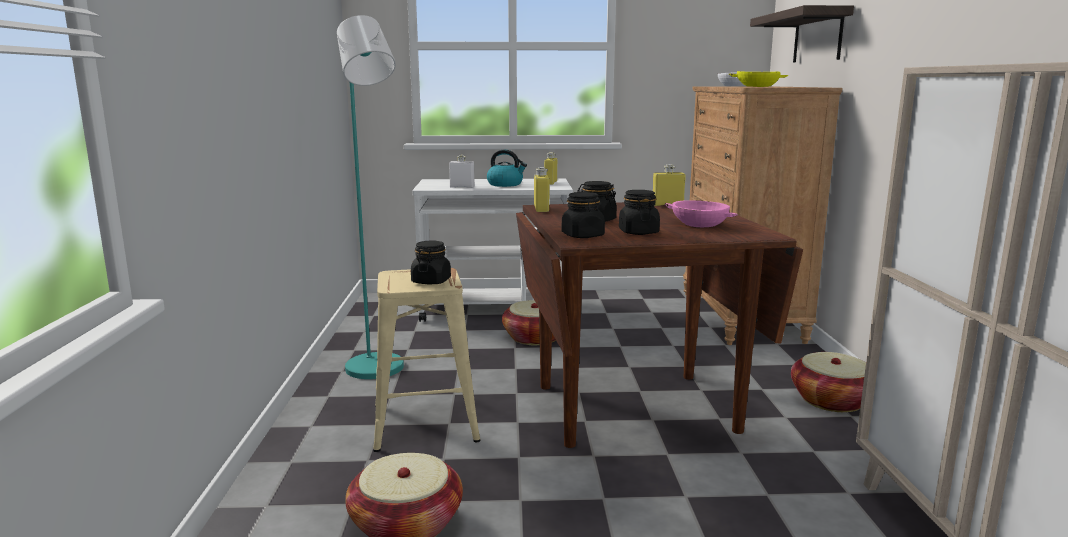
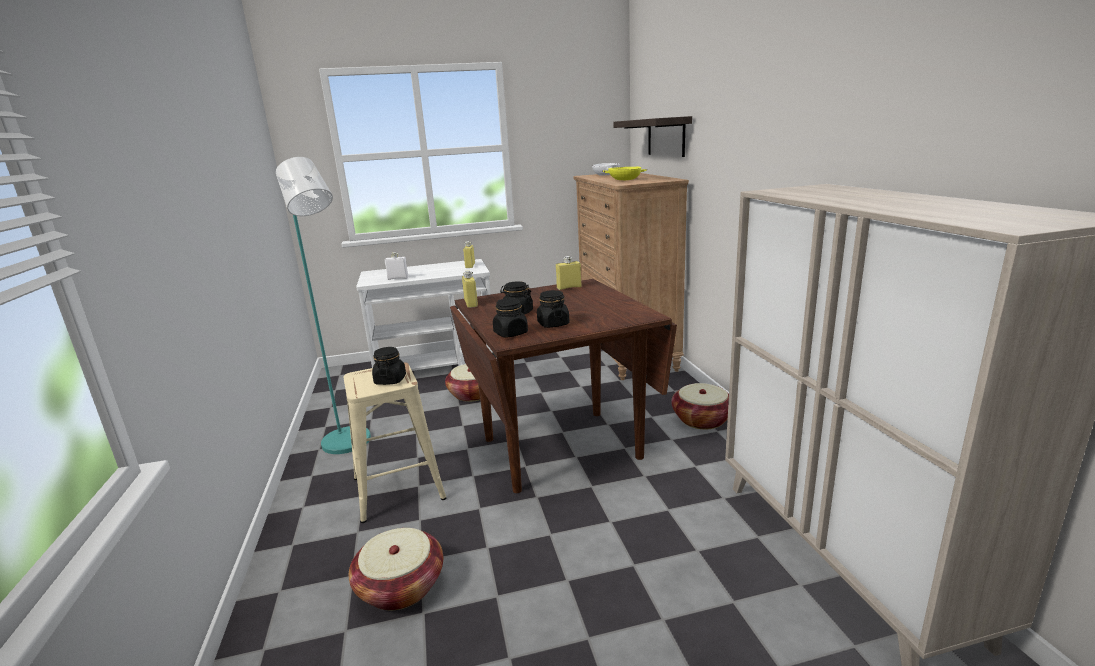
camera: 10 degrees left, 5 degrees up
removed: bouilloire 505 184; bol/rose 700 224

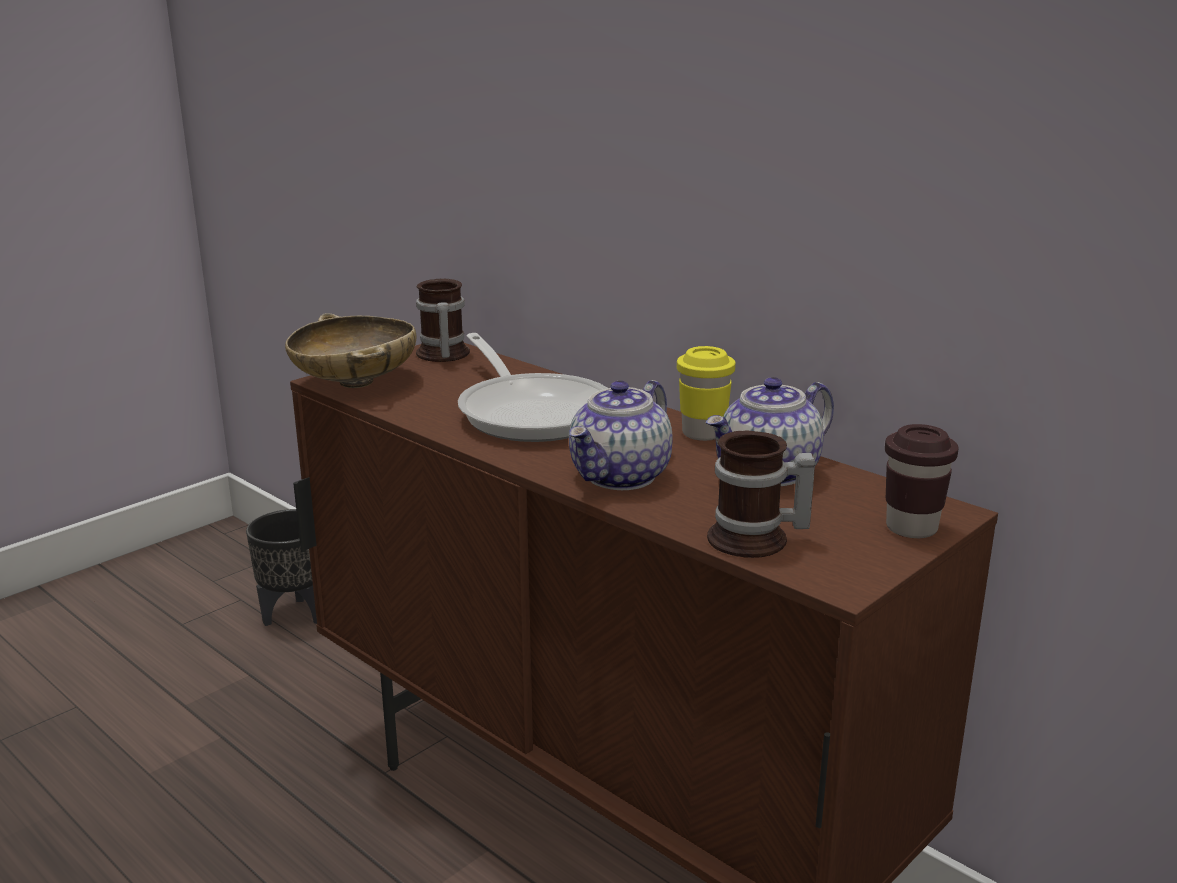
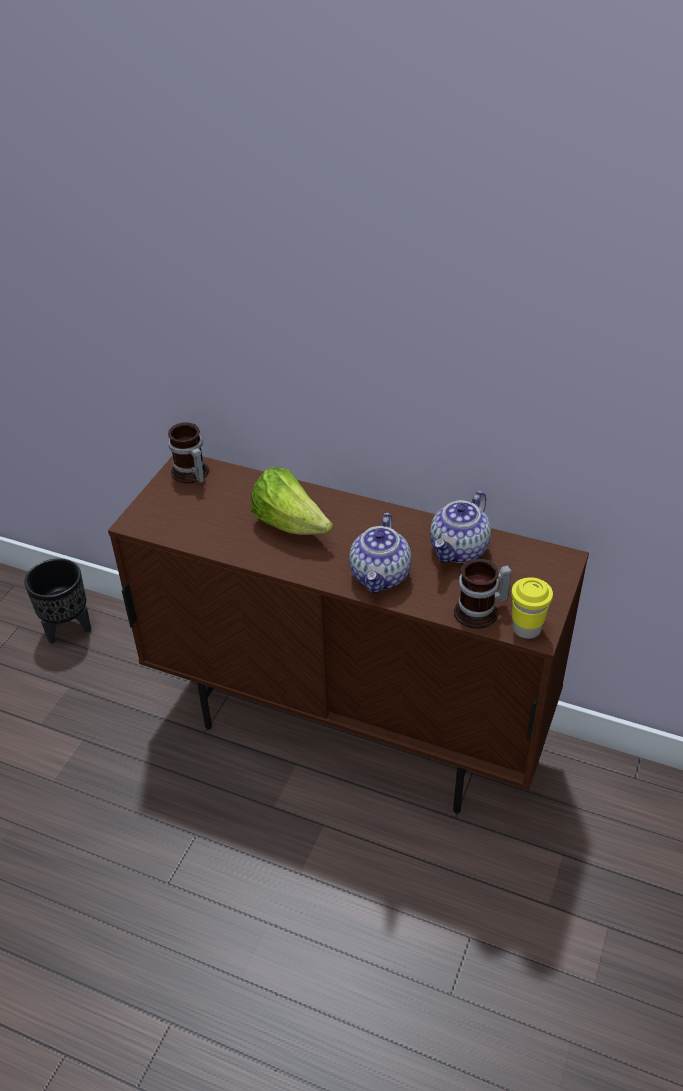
camera: 20 degrees left, 20 degrees up
removed: bol/beige 355 383; tasse/marron 911 528
moved: tasse/jaune 703 433 to 526 629
replaced: poêle 531 412 to laitue 290 524

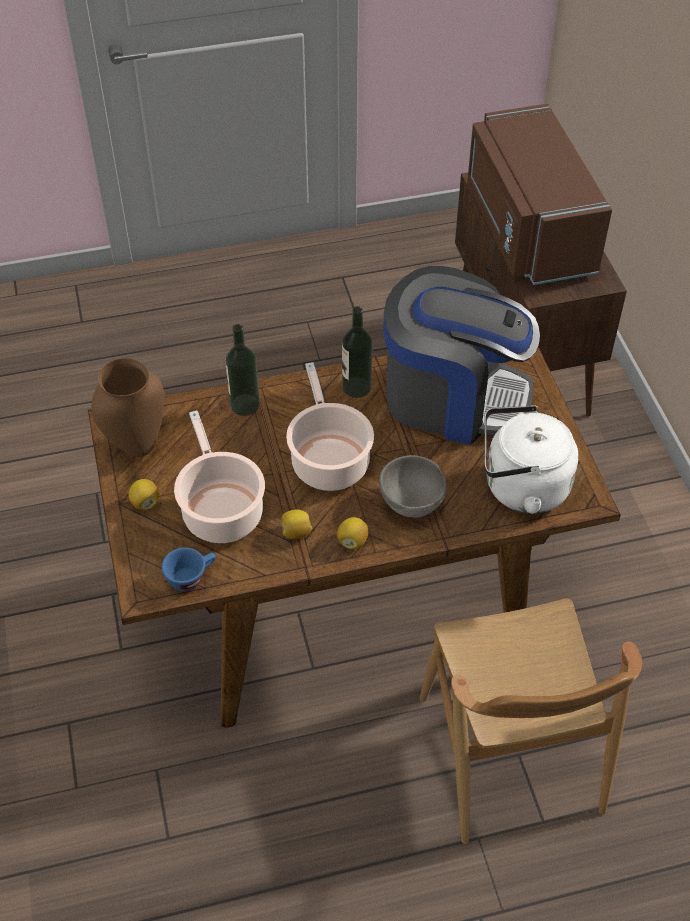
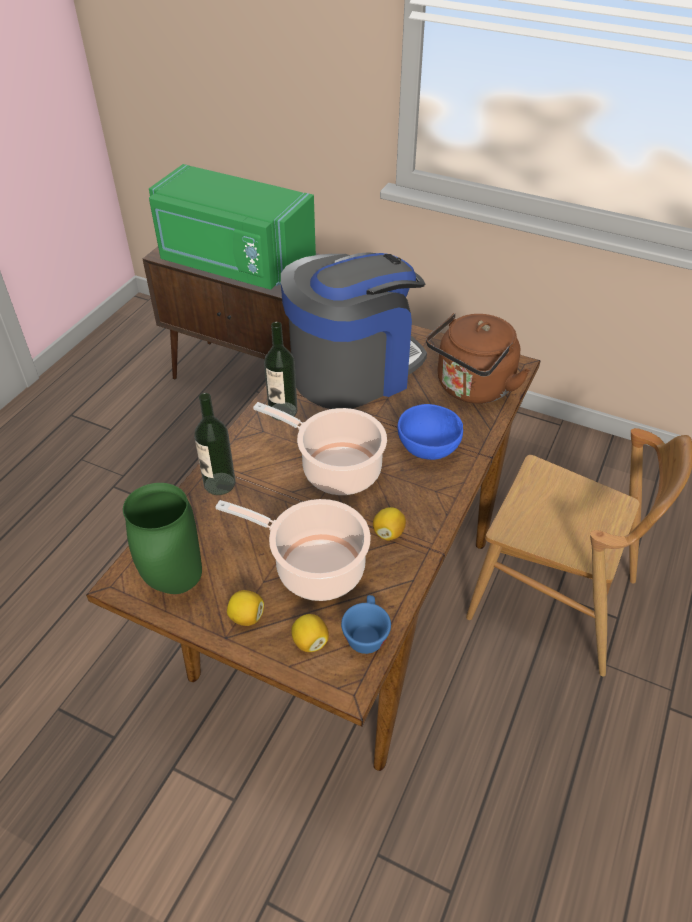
camera: 50 degrees left, 5 degrees down
moved: citron 352 541 to 310 642
recoloured: vase/marron 137 448 to vase/vert 177 584; bol/gris 411 503 to bol/bleu 428 450; micro-ondes/marron 526 230 to micro-ondes/vert 234 263; bouilloire/blanc 520 487 to bouilloire/marron 471 388

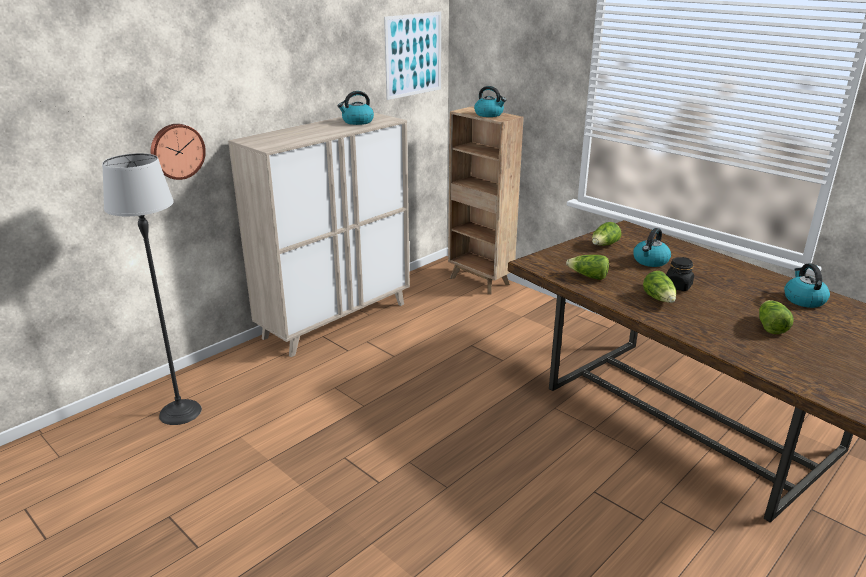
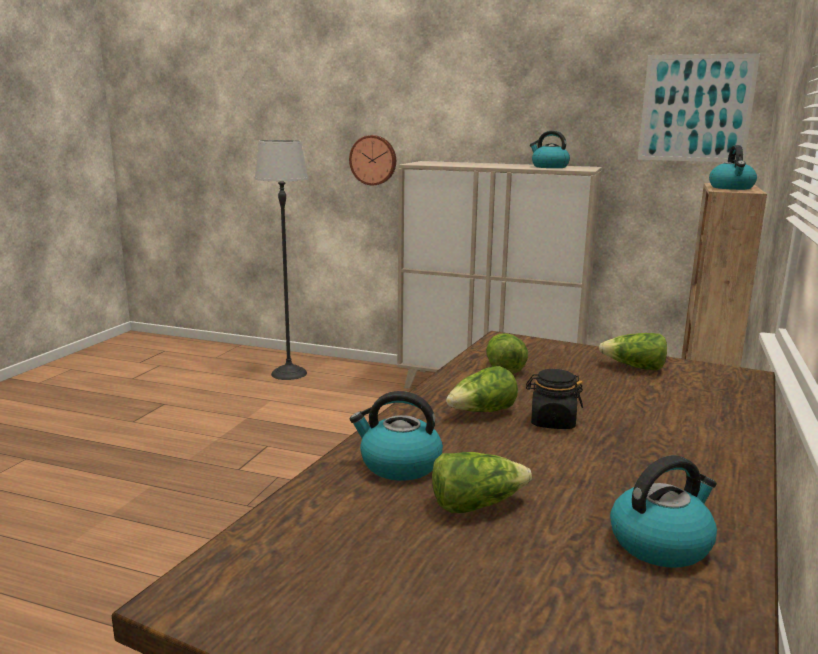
camera: 65 degrees right, 10 degrees down
moved: bouilloire 650 261 to 399 465

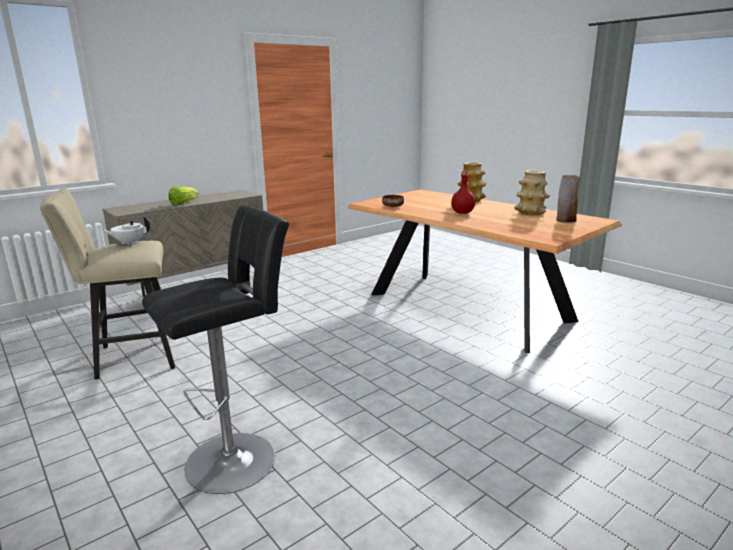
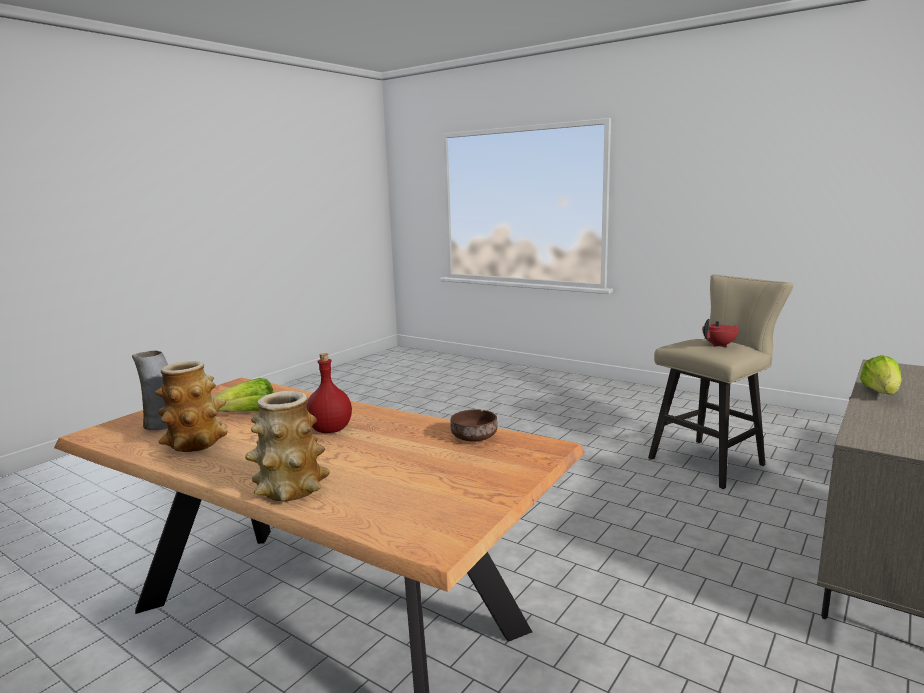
camera: 165 degrees right, 5 degrees down
removed: tabouret/noir 237 458
added: laitue 249 413
recoloured: théière/blanc 129 243 to théière/rouge 719 345

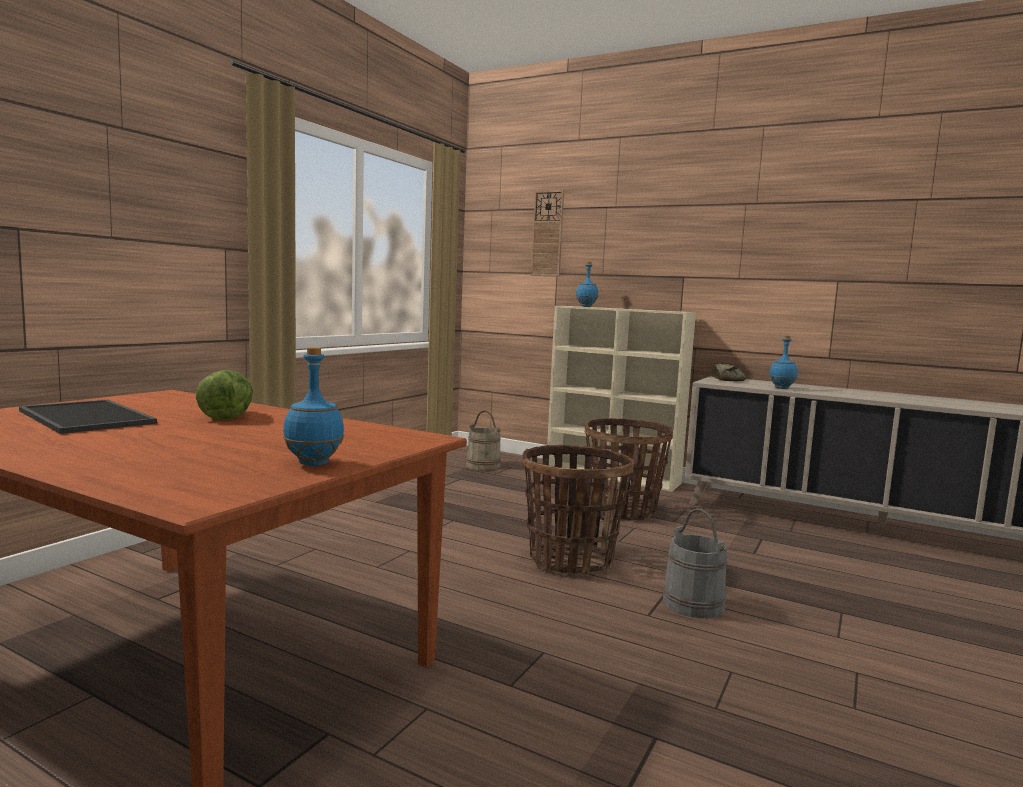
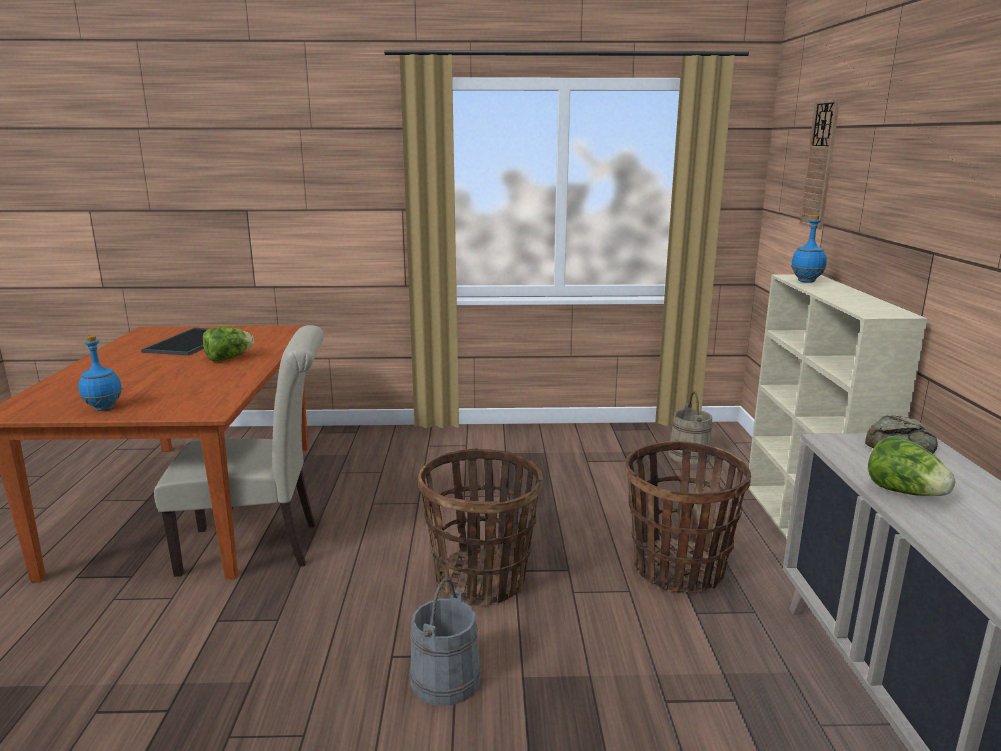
camera: 60 degrees right, 10 degrees up
added: chaise/beige 259 547
replaced: bouteille/bleu 781 388 to laitue 904 492

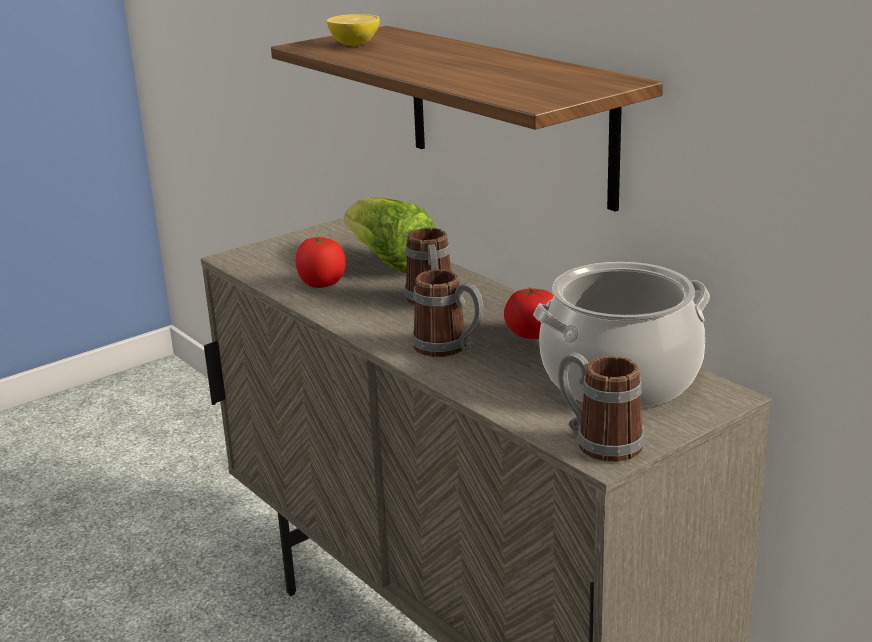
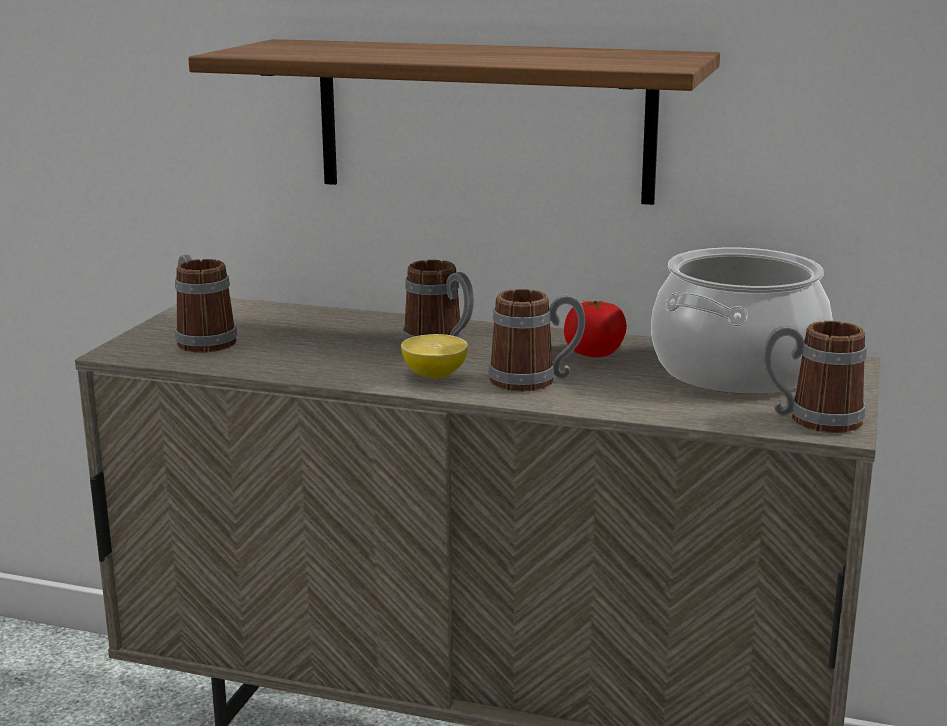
camera: 35 degrees left, 5 degrees down
removed: tomate 321 284; laitue 389 262
added: mug 201 340
moved: citron 354 44 to 435 375

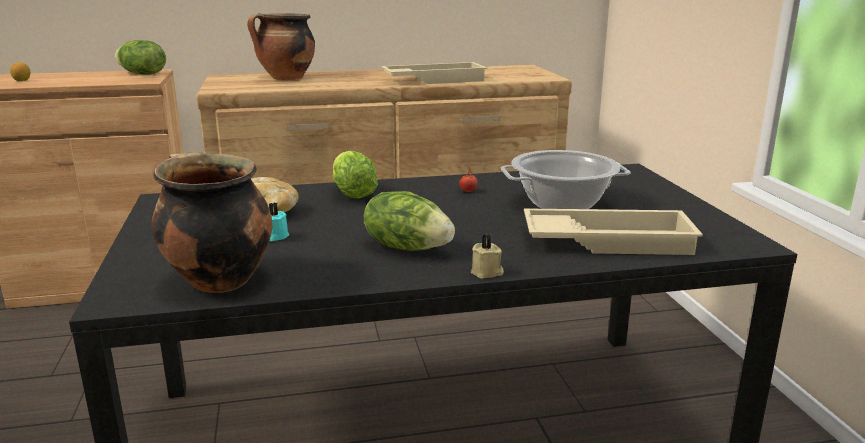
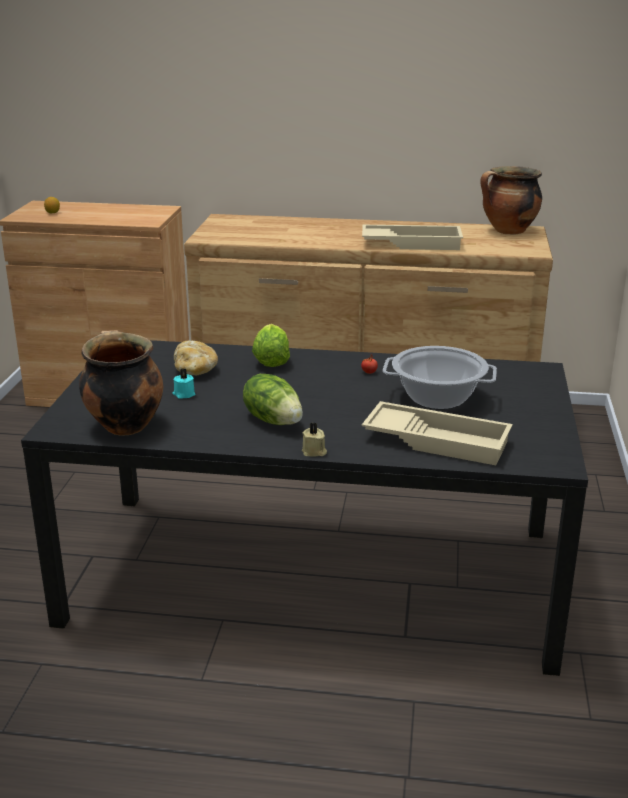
camera: 20 degrees right, 5 degrees up
removed: laitue 142 74
moved: marmite 286 79 to 508 231

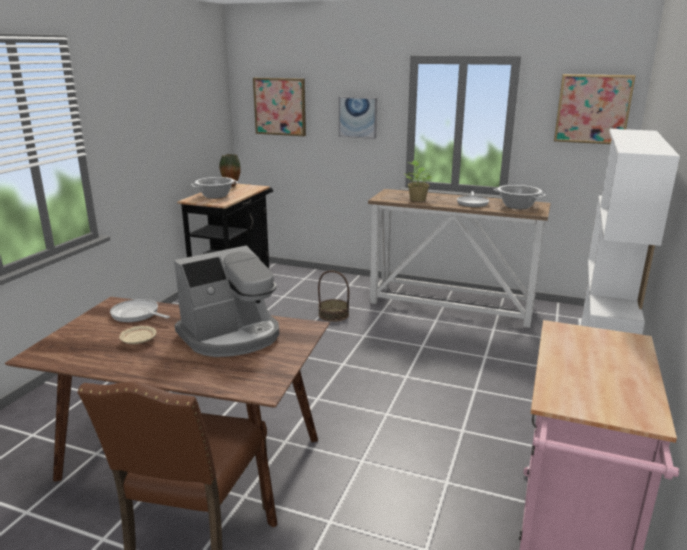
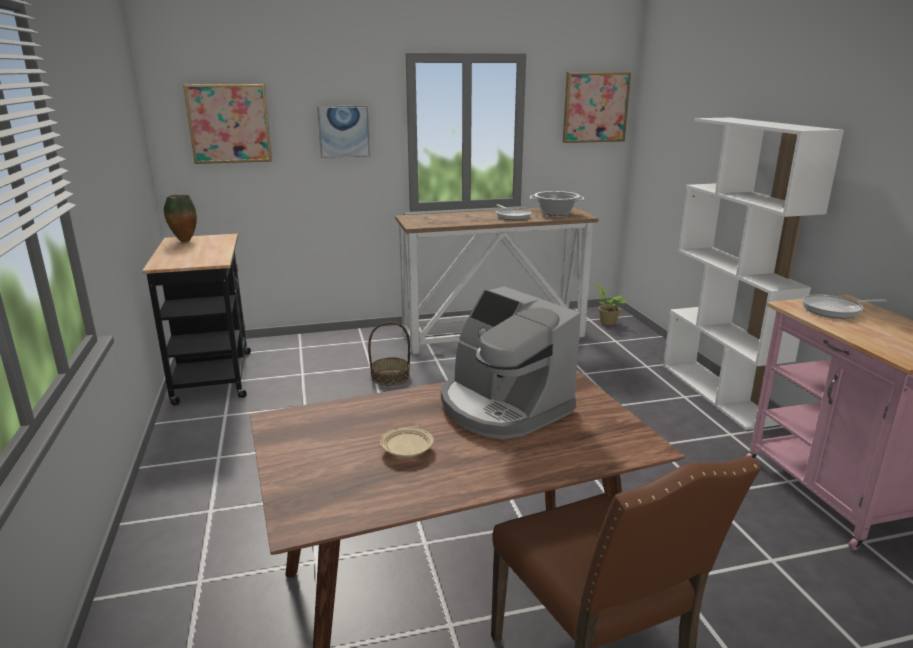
camera: 35 degrees left, 0 degrees up
removed: marmite 215 196
moved: poêle 137 314 to 835 310; plante en pot 417 199 to 606 322
turned: machine à café 231 336 = 502 407 120 degrees clockwise

